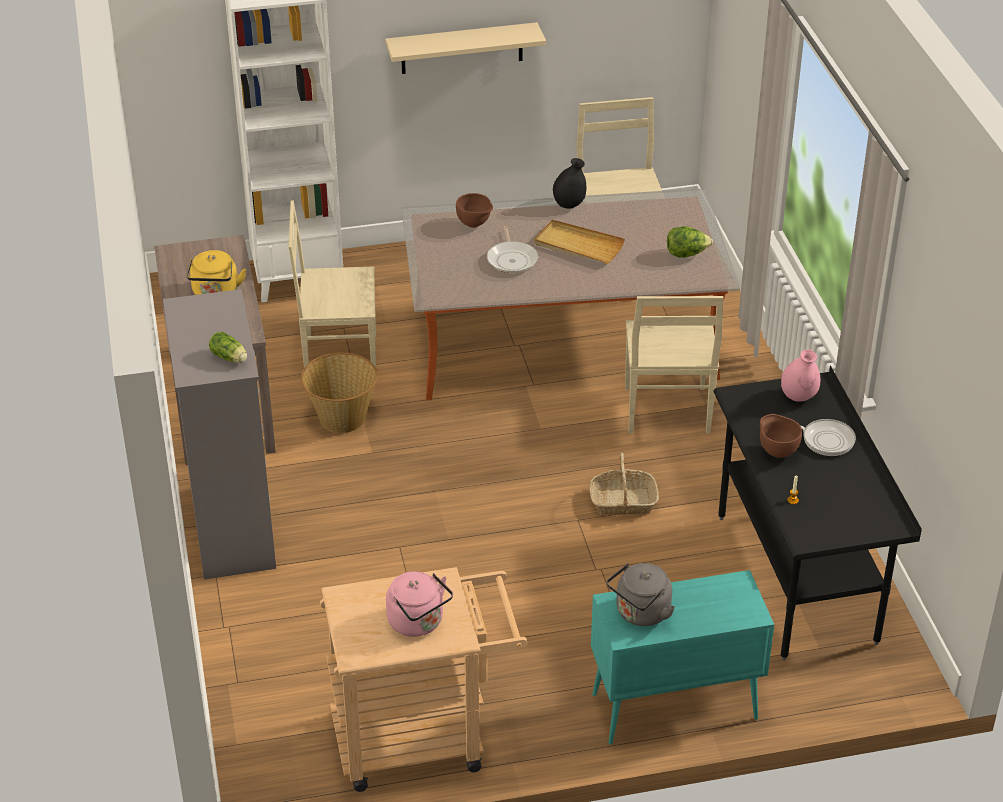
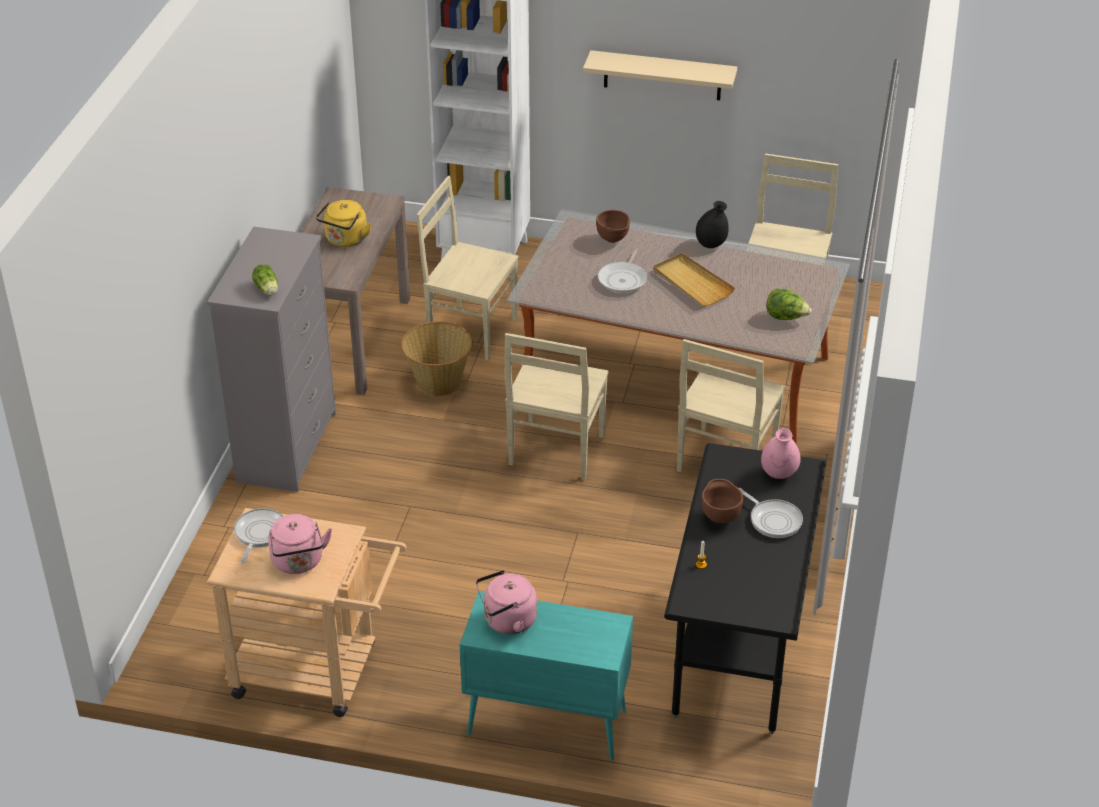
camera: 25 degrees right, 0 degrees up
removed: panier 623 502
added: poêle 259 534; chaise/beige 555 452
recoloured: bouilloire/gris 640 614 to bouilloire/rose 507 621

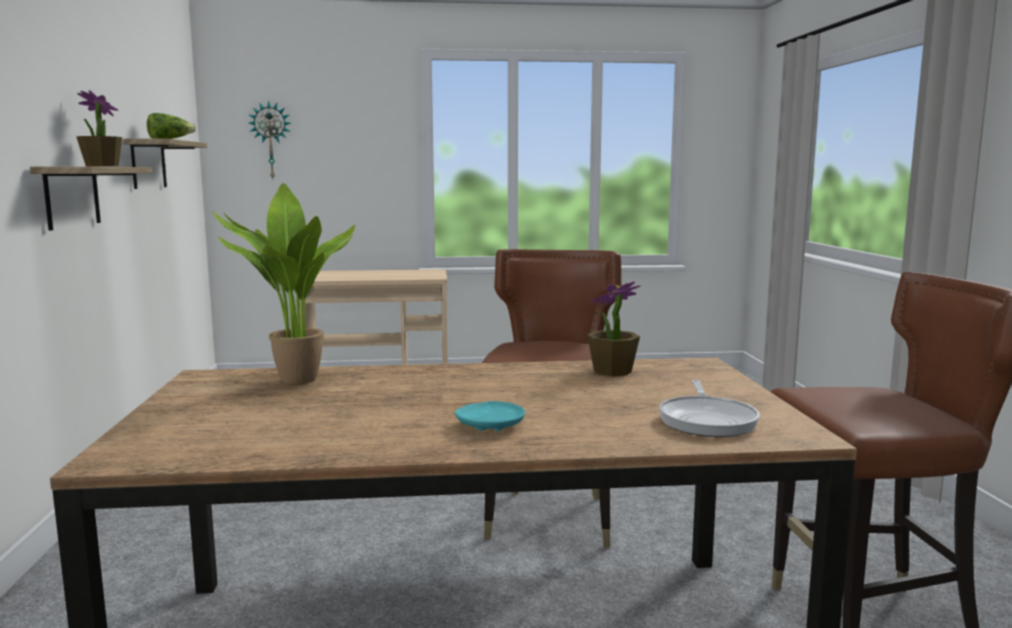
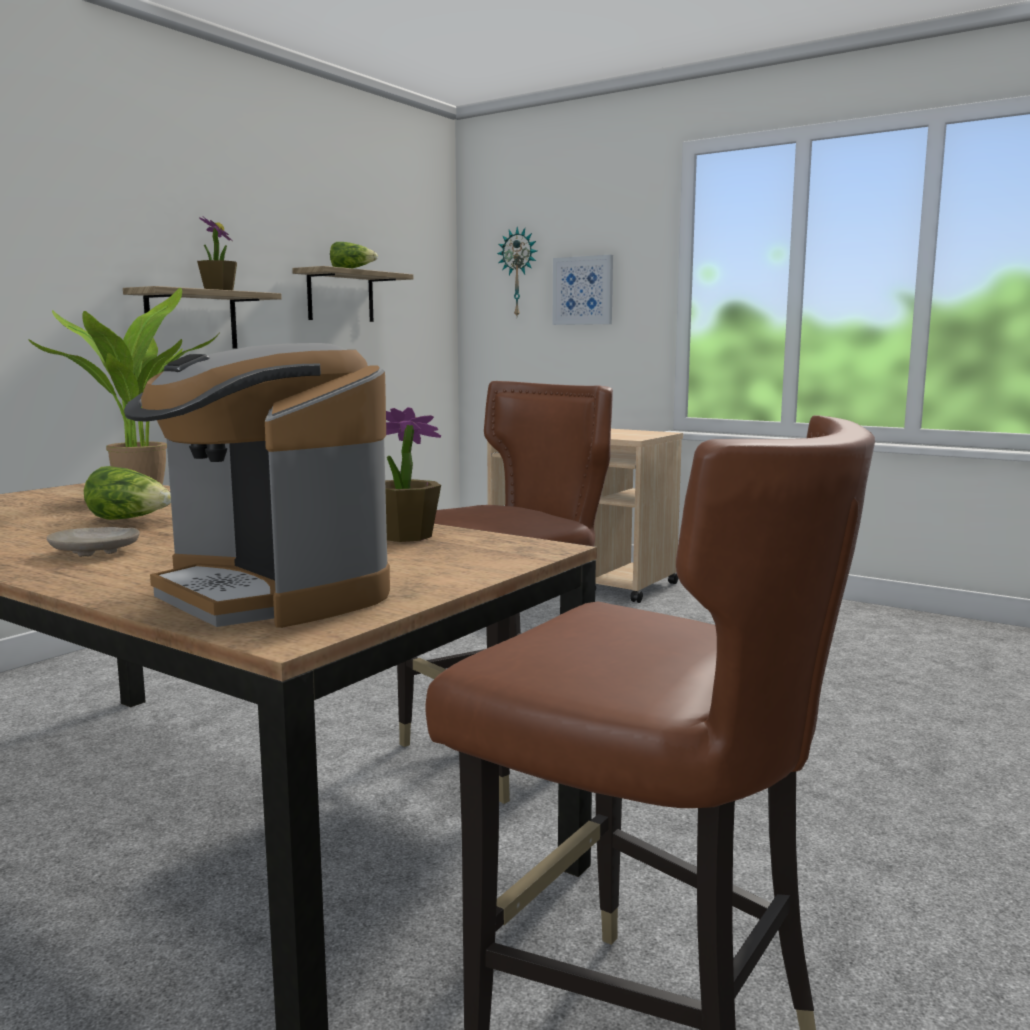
camera: 40 degrees right, 0 degrees up
added: laitue 131 520; tableau 583 290
replaced: poêle 707 420 to machine à café 271 594
recoloured: assiette/turquoise 490 425 to assiette/beige 96 552

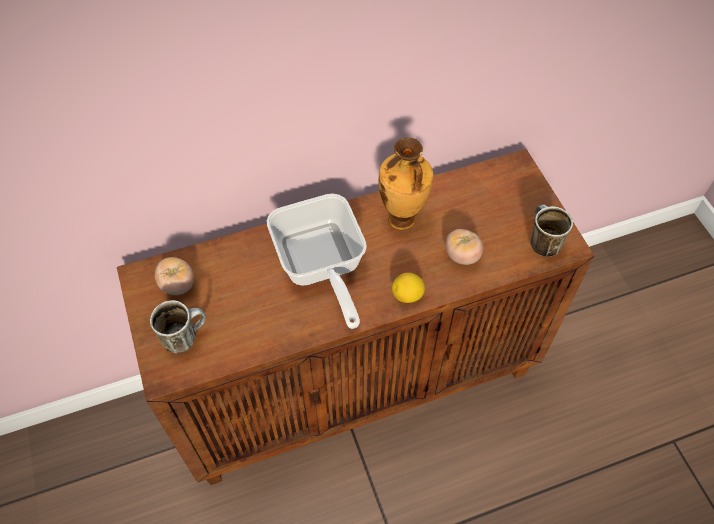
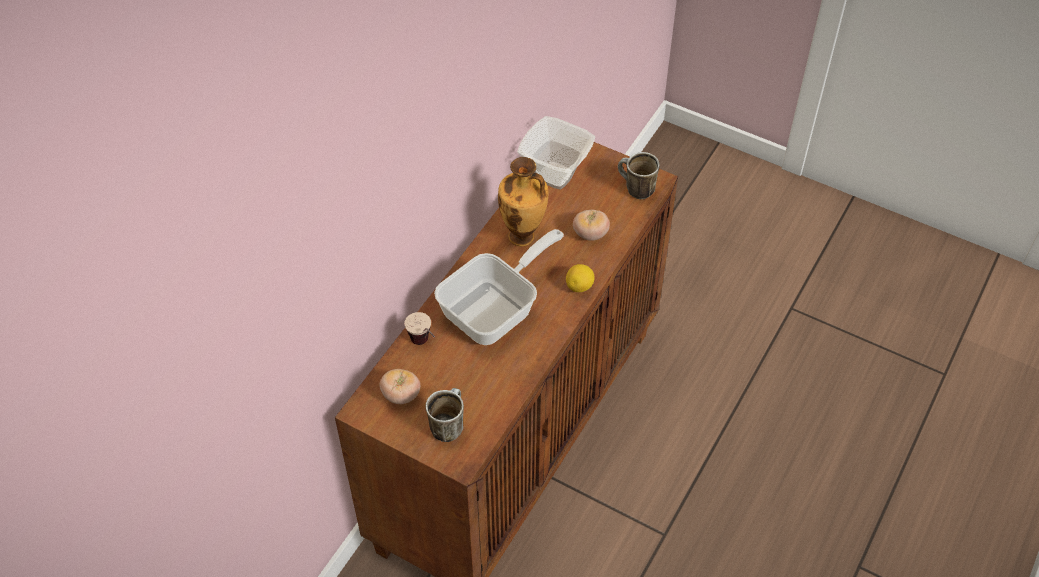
camera: 40 degrees left, 5 degrees down
added: tasse 424 345; bol 555 177
turned: poêle 320 267 = 497 309 75 degrees counterclockwise

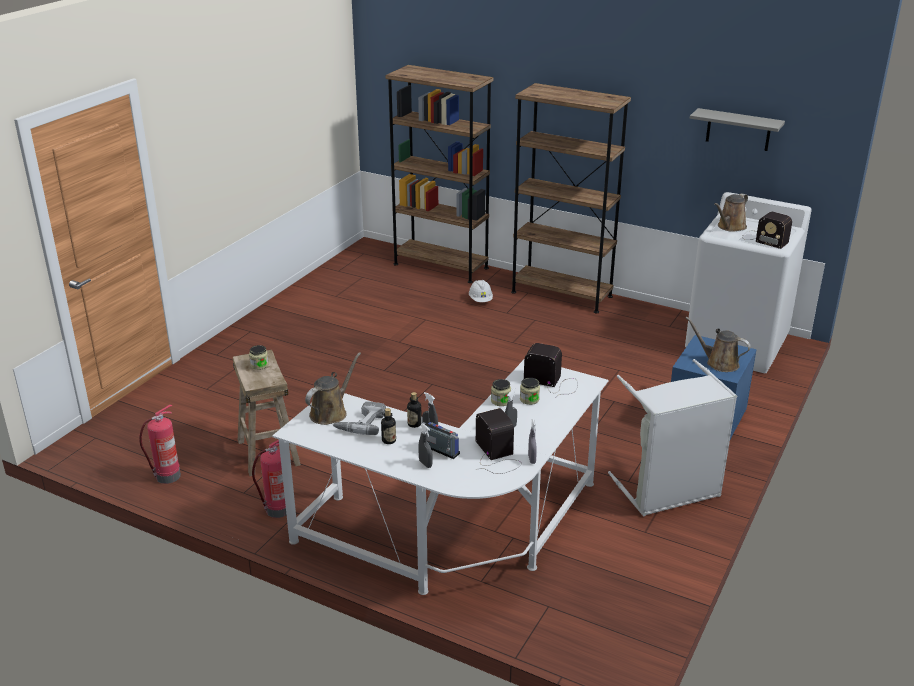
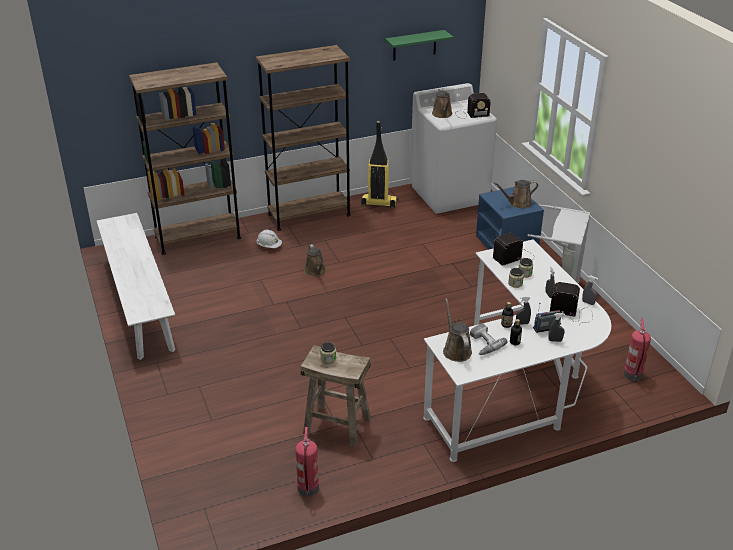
camera: 50 degrees left, 5 degrees up
added: banc/blanc 139 303; arrosoir/marron 316 271; aspirateur 378 203
moved: extincteur 277 510 to 633 375
recoloured: étagère/gris 738 130 to étagère/vert 414 45

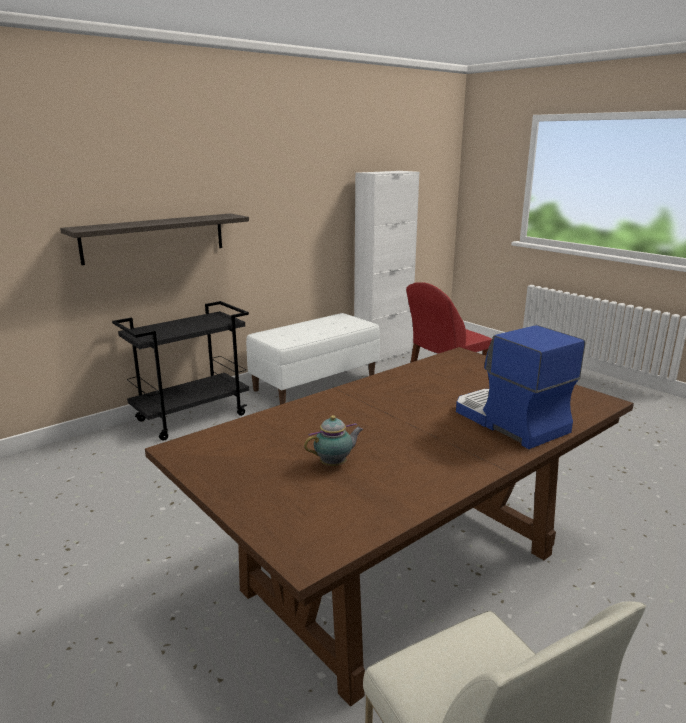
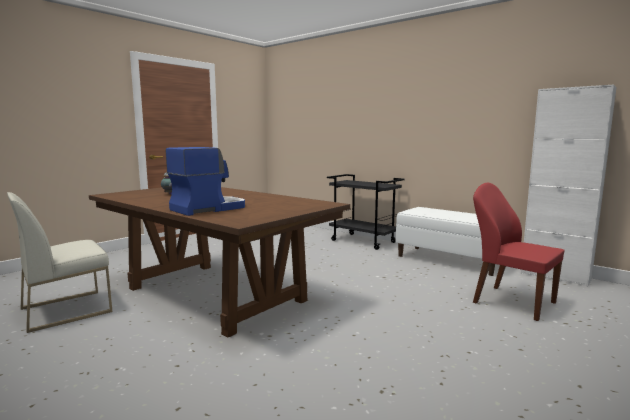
camera: 80 degrees right, 10 degrees down
removed: étagère 154 238

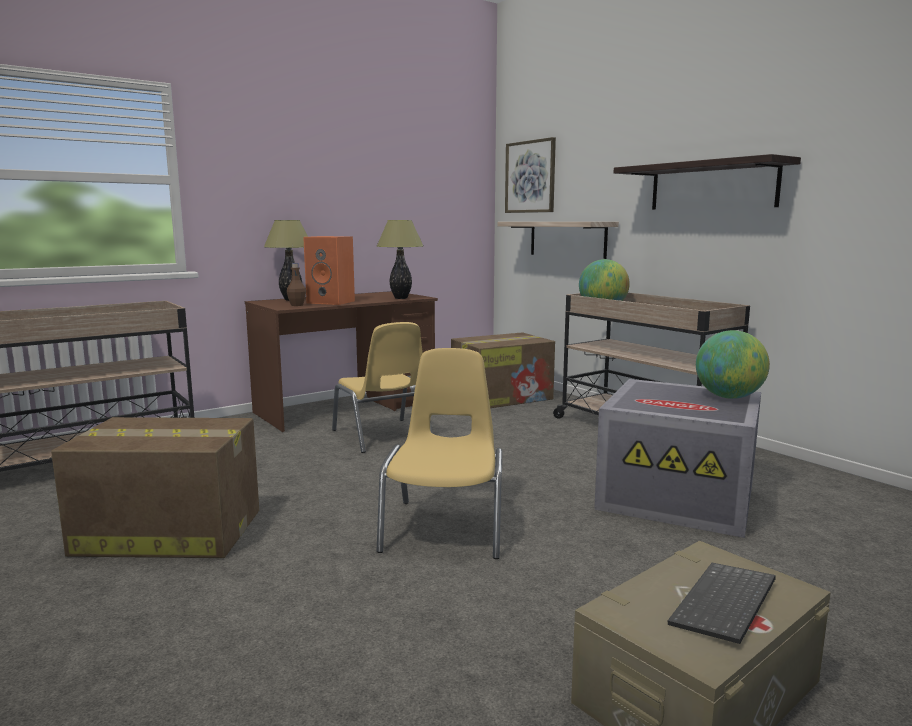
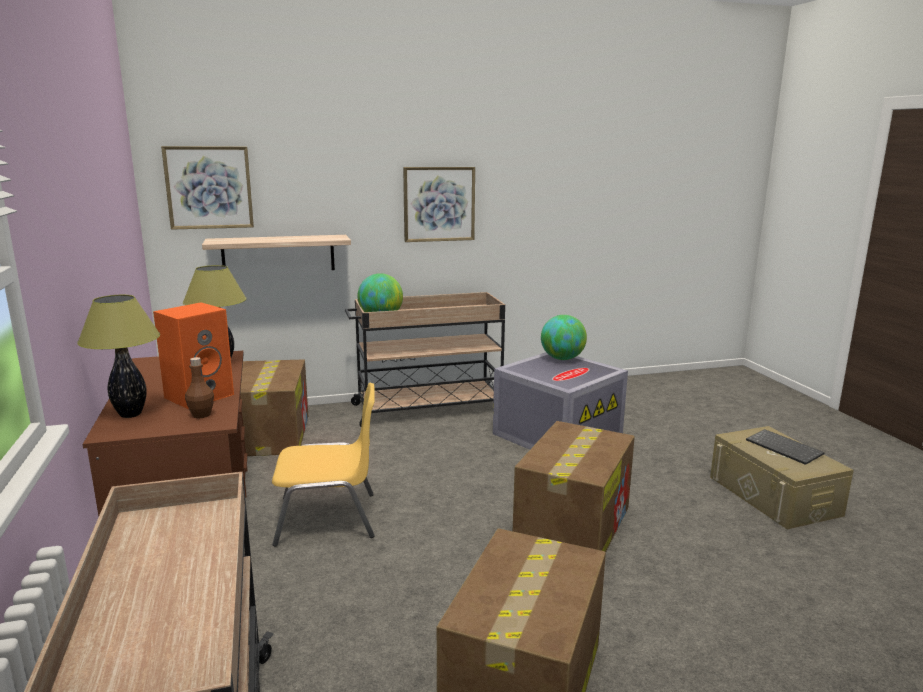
camera: 70 degrees left, 5 degrees up
replaced: chaise/jaune 446 527 to carton 573 524; étagère 712 186 to tableau 439 204

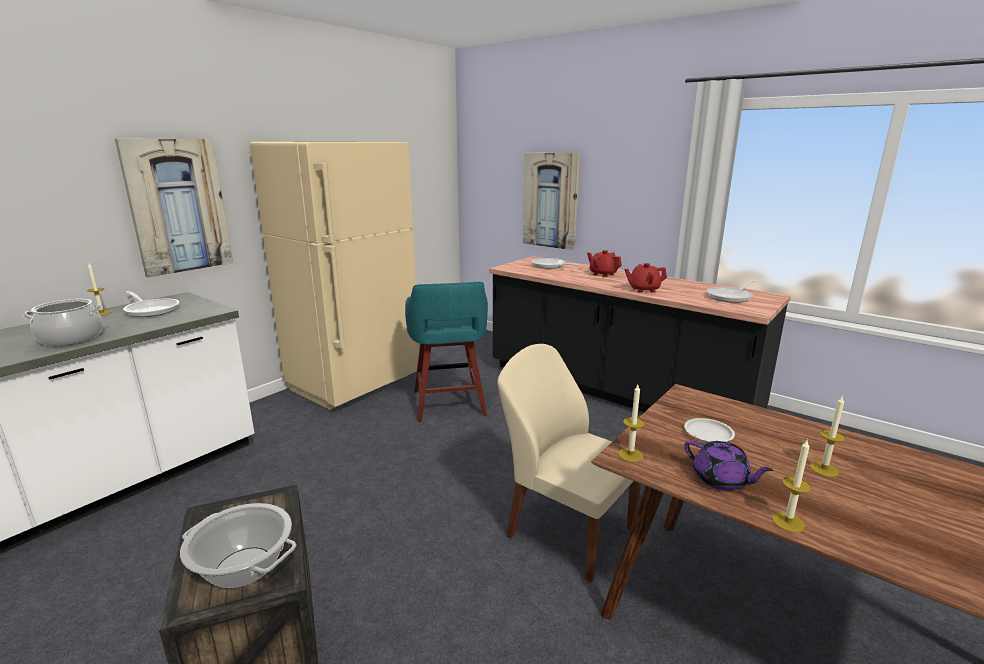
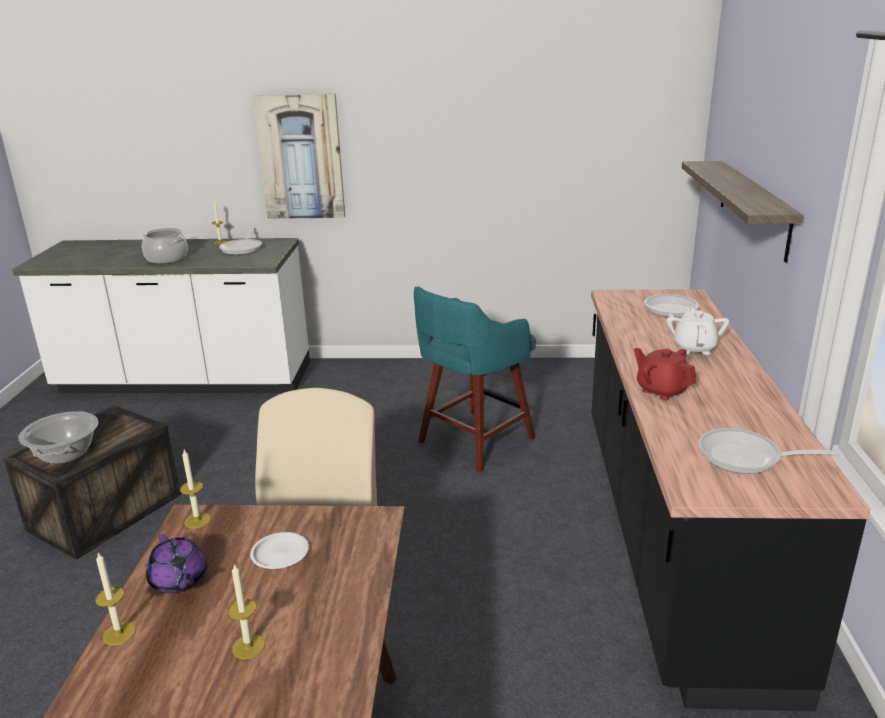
camera: 55 degrees right, 5 degrees up
removed: réfrigérateur/beige 355 384
replaced: tableau 550 200 to étagère 754 207
recoloured: théière/rouge 603 274 to théière/blanc 694 348
turned: théière/violet 721 480 = 179 580 45 degrees counterclockwise

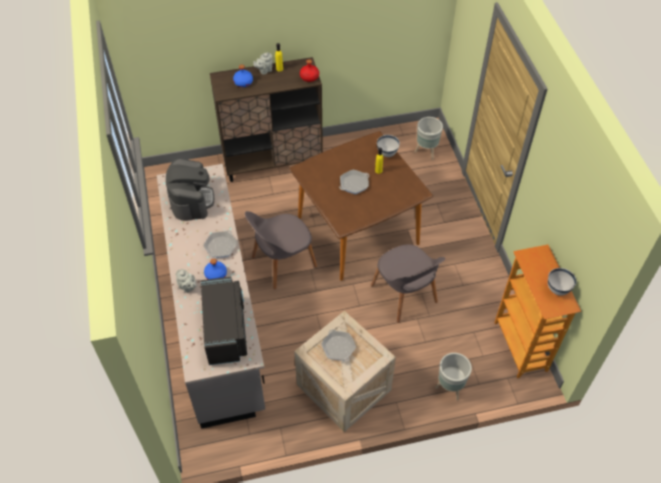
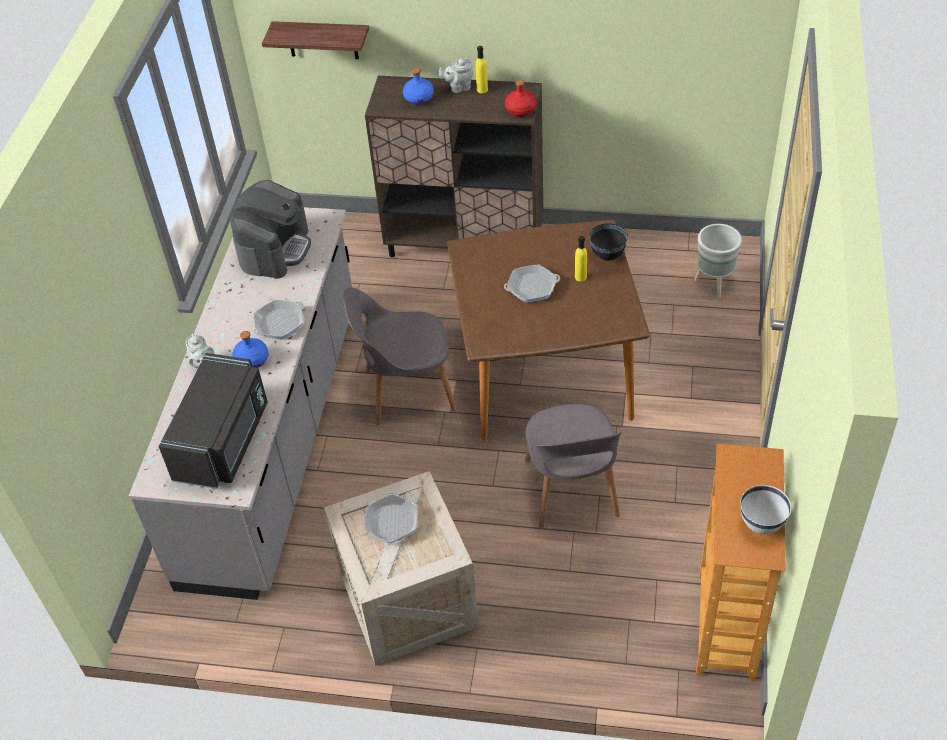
camera: 25 degrees right, 5 degrees down
removed: cache-pot/gris 449 388
added: étagère 322 40
recoloured: bol/blanc 387 153 to bol/noir 607 255

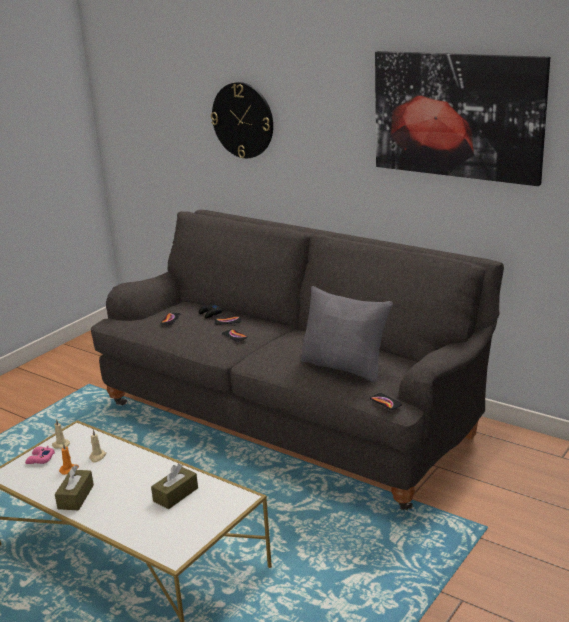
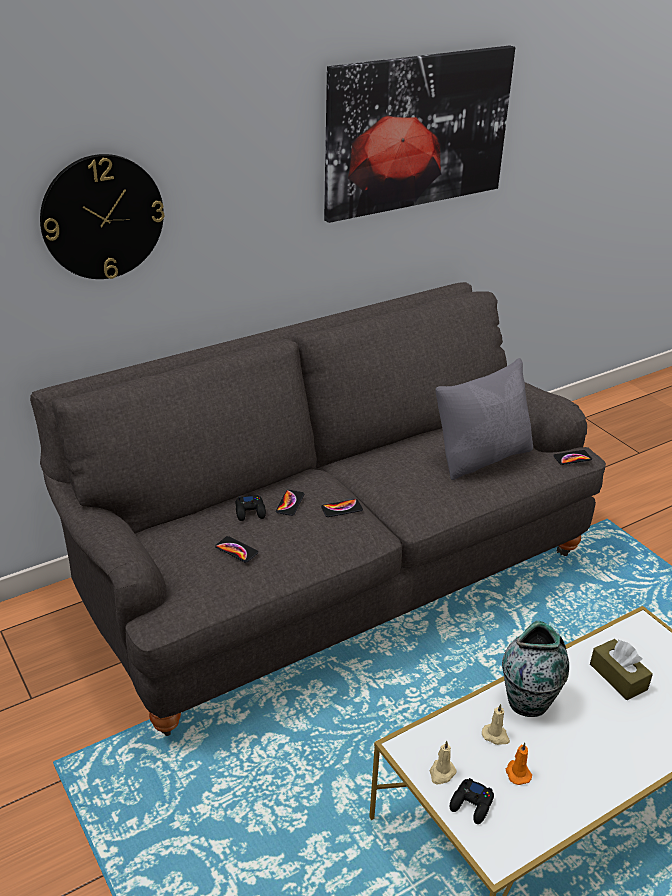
camera: 70 degrees left, 10 degrees up
removed: boîte à mouchoirs/marron 76 497
added: vase 528 701
recoloured: manette/rose 40 459 to manette/noir 471 804

